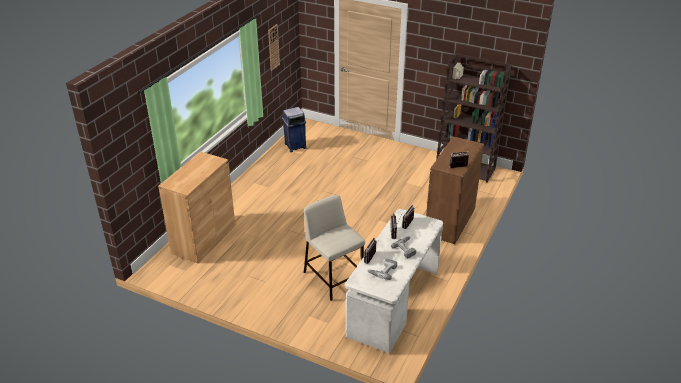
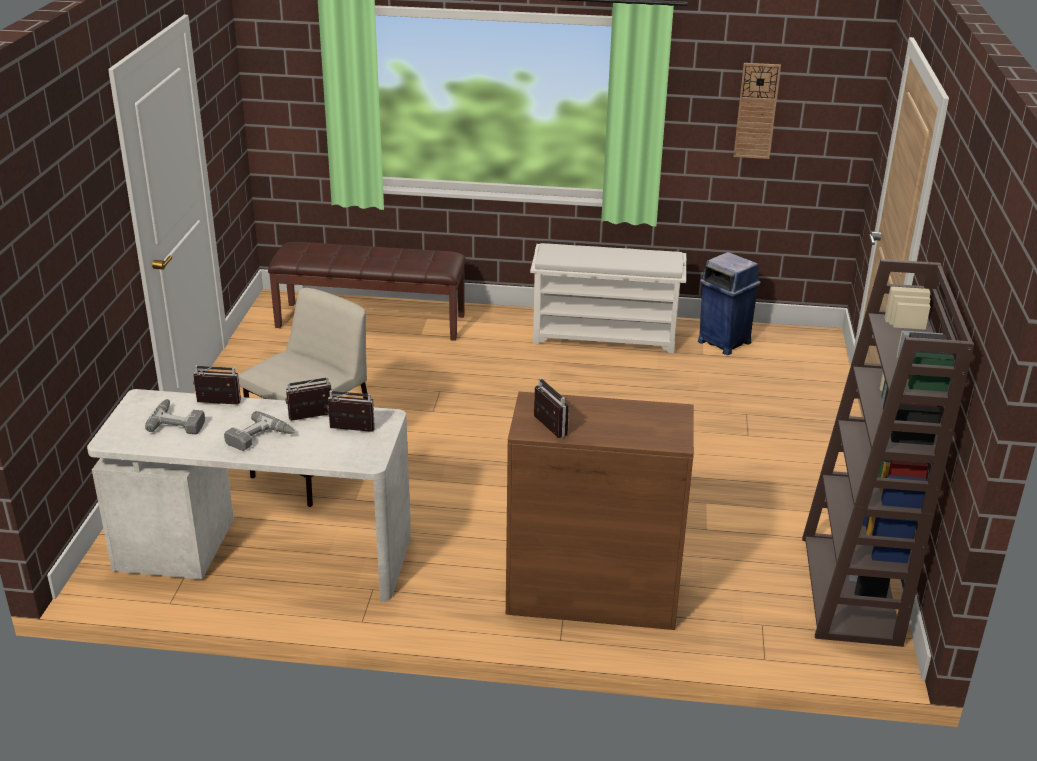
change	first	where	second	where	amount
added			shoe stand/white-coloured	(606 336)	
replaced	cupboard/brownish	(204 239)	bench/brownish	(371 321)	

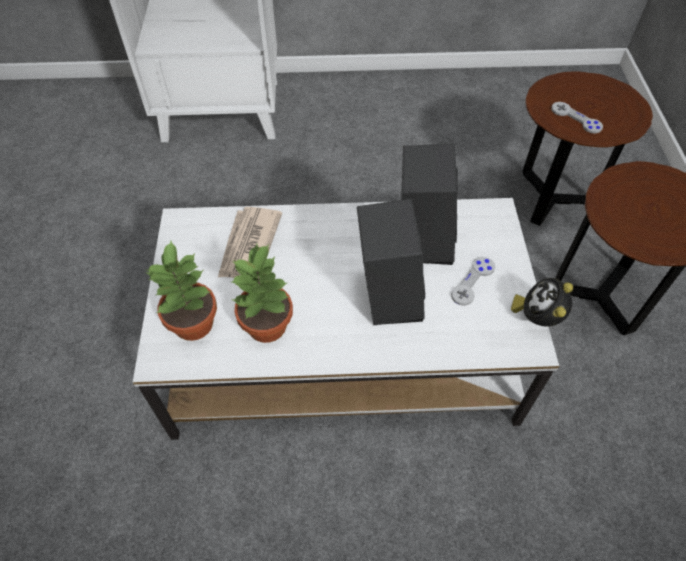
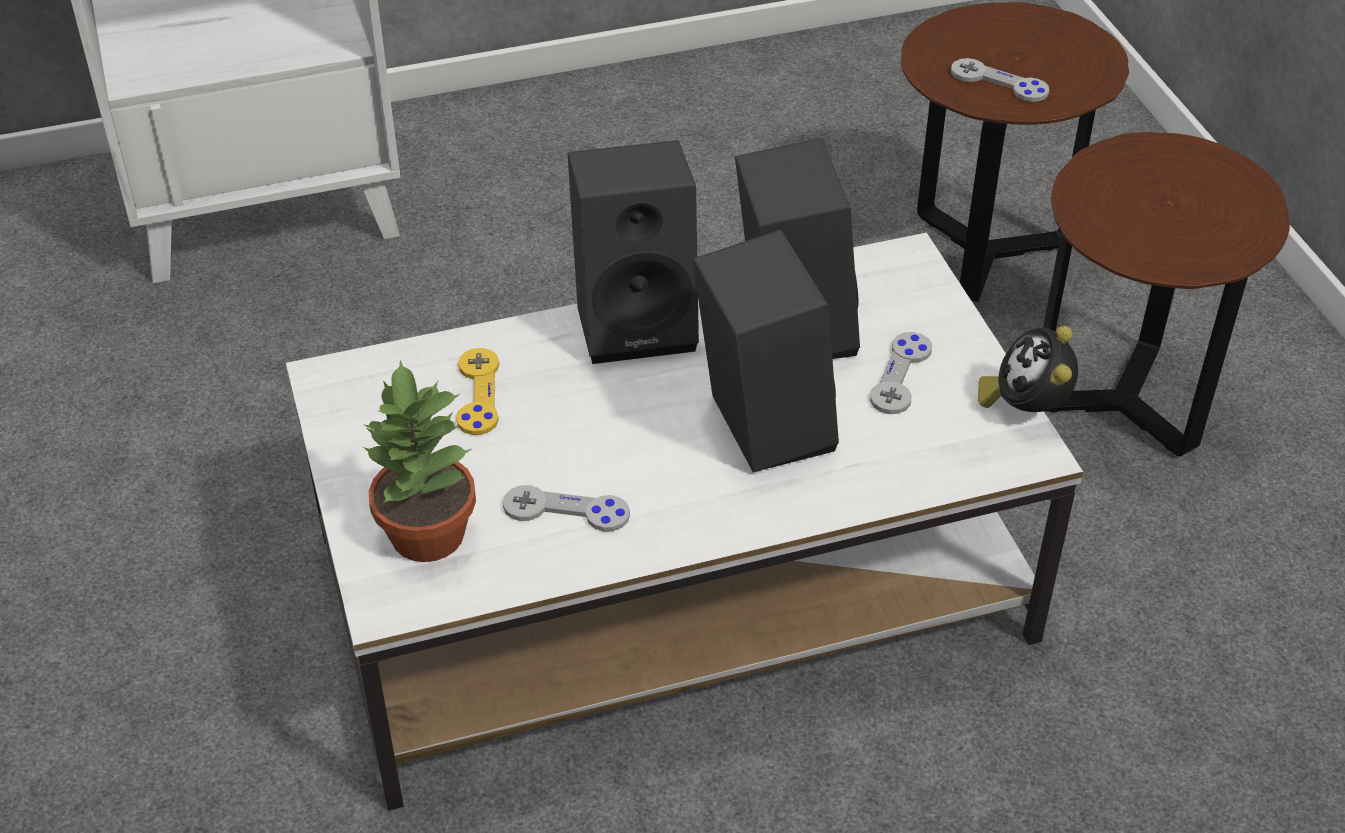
change	first	where	second	where	amount
added			audio speaker/blackish	(638 321)	
replaced	newspaper	(248 246)	game controller/yellow	(478 393)	
replaced	potted plant	(268 326)	game controller/grey	(566 511)	

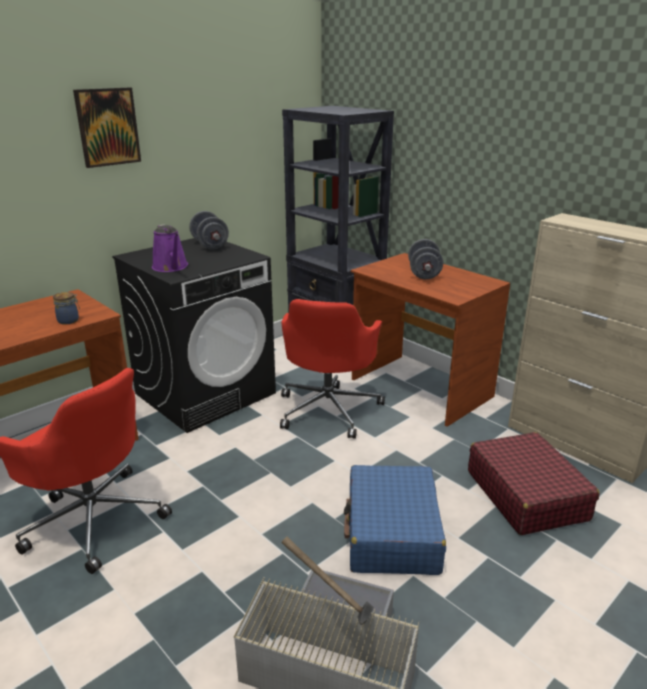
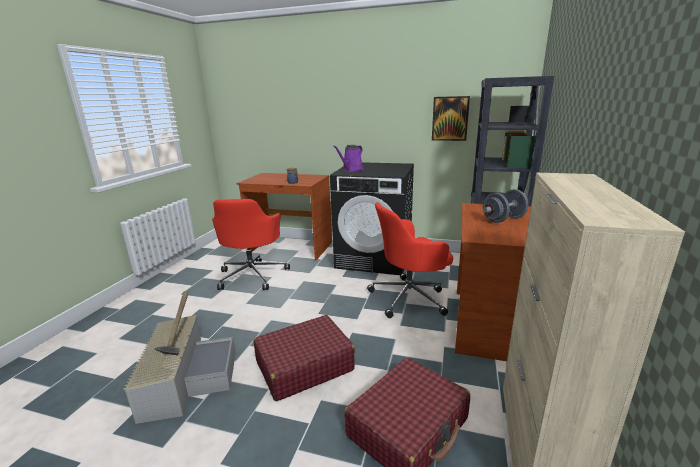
change	first	where	second	where	amount
removed	dumbbell/grey	(210 245)			
moved	wall picture	(107 127)		(450 118)	
recoloured	suitcase/bluish	(392 532)	suitcase/red-coloured	(304 366)	

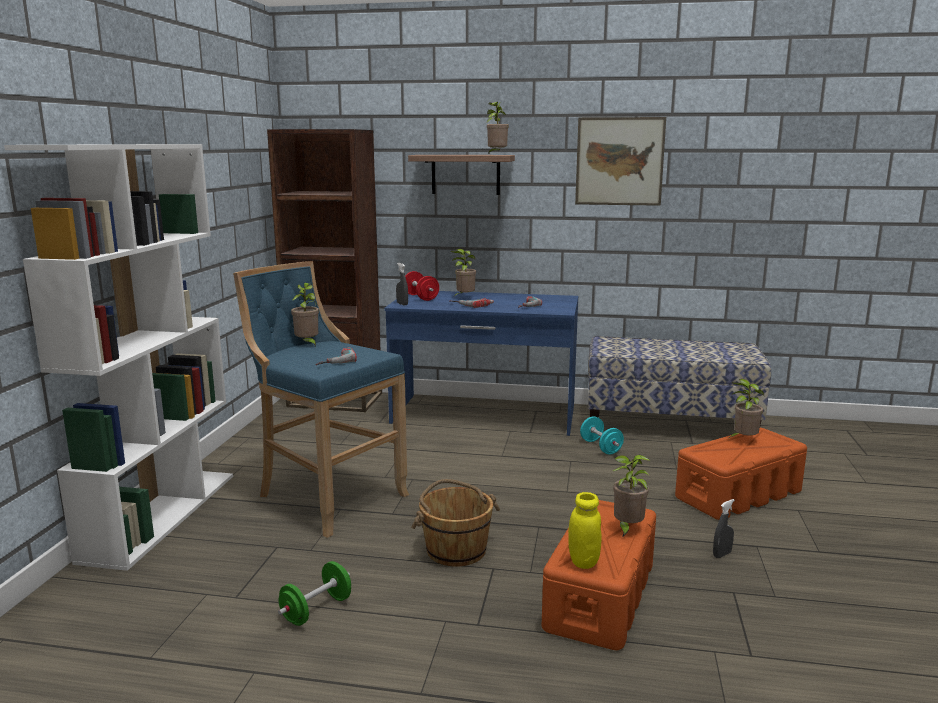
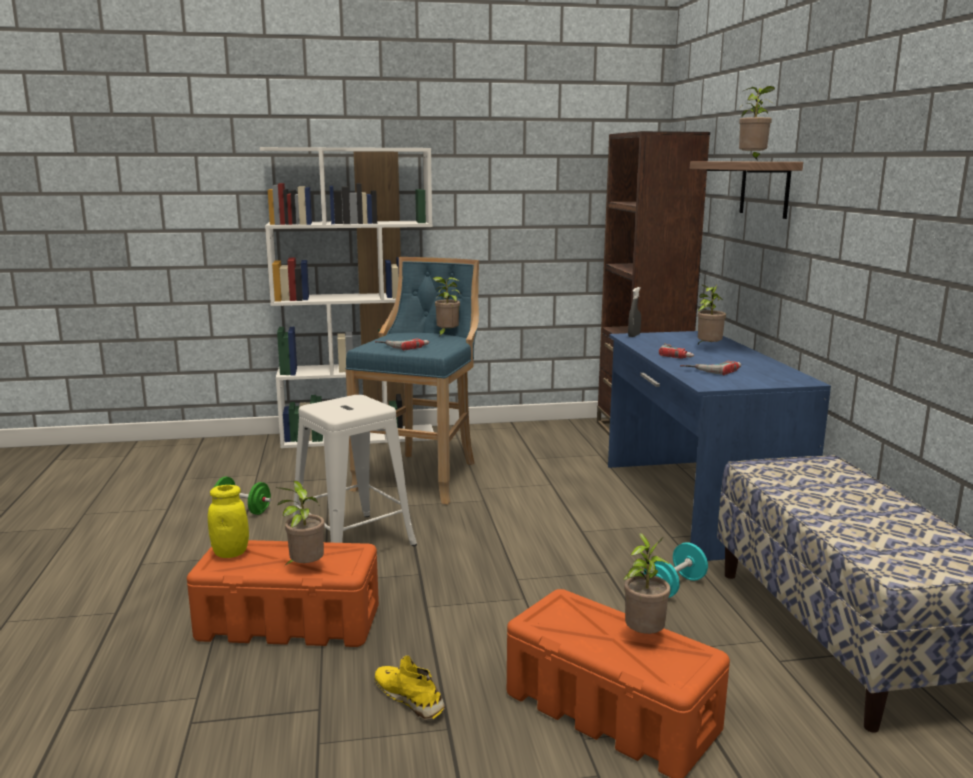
change	first	where	second	where	amount
removed	dumbbell/red-coloured	(420 297)			
removed	wall picture	(619 161)			
replaced	water bucket/brownish	(455 549)	stool seat/white-coloured	(352 542)	
replaced	sprayer/grey	(722 554)	low shoe/yellow	(410 698)	

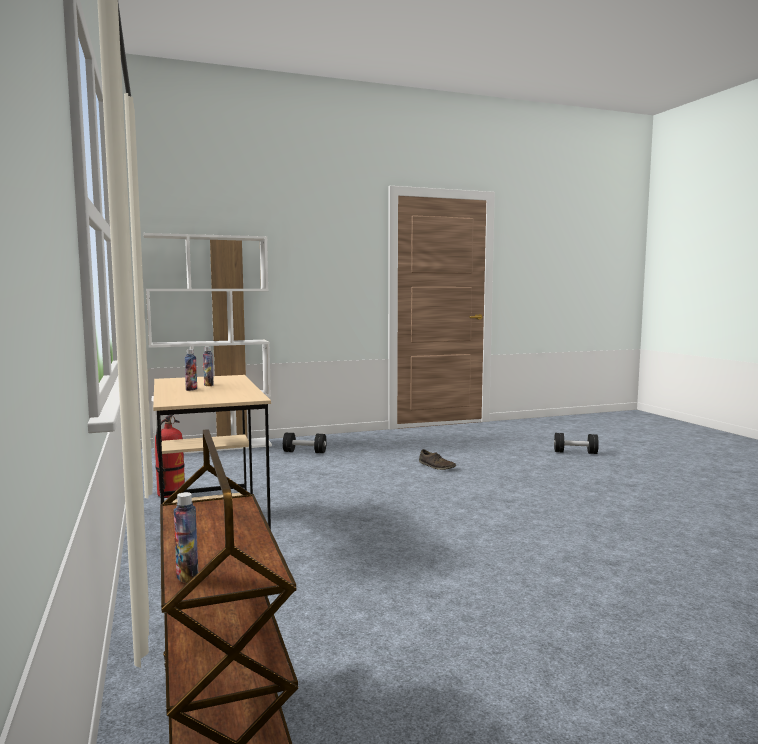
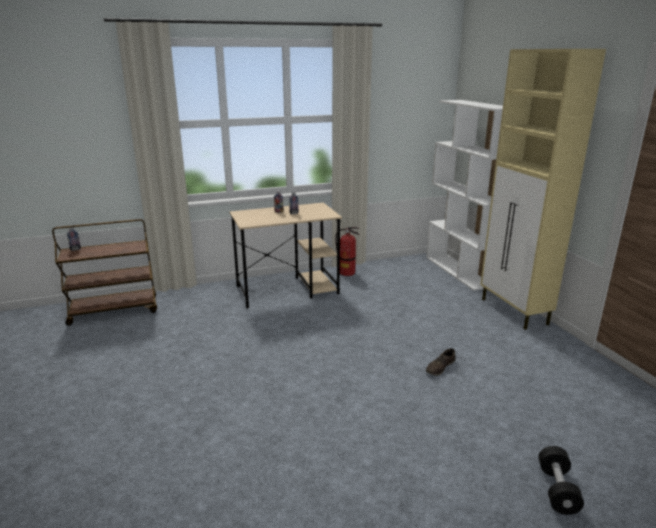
change	first	where	second	where	amount
removed	dumbbell/blackish	(304 452)			
added			cupboard/beige	(514 312)	

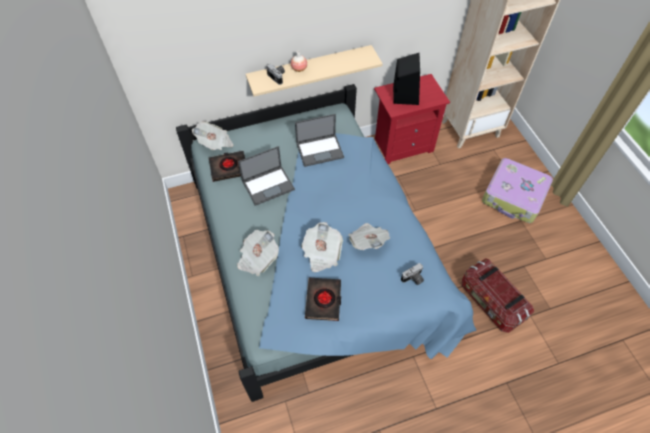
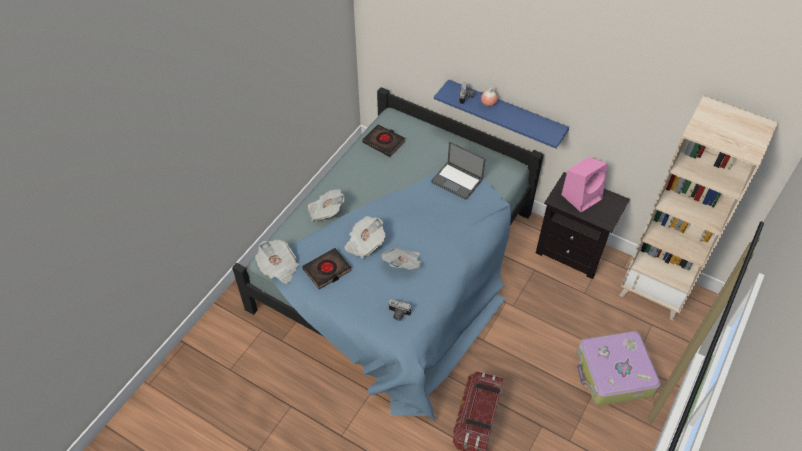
change	first	where	second	where	amount
removed	notebook computer	(268 185)			
moved	newspaper	(215 143)		(278 268)	
recoloured	shelf/beige	(310 70)	shelf/bluish	(505 113)	
recoloured	nightstand/red-coloured	(402 145)	nightstand/blackish	(572 251)	
recoloured	audio speaker/blackish	(405 94)	audio speaker/pink	(582 196)	

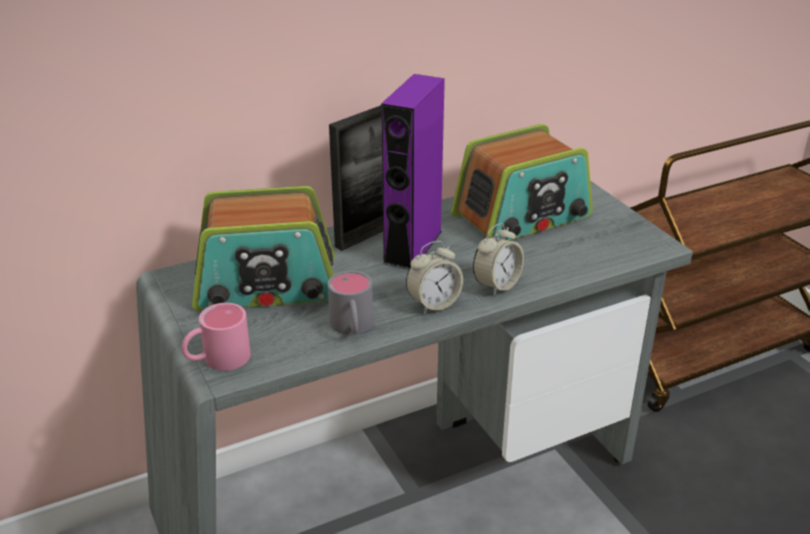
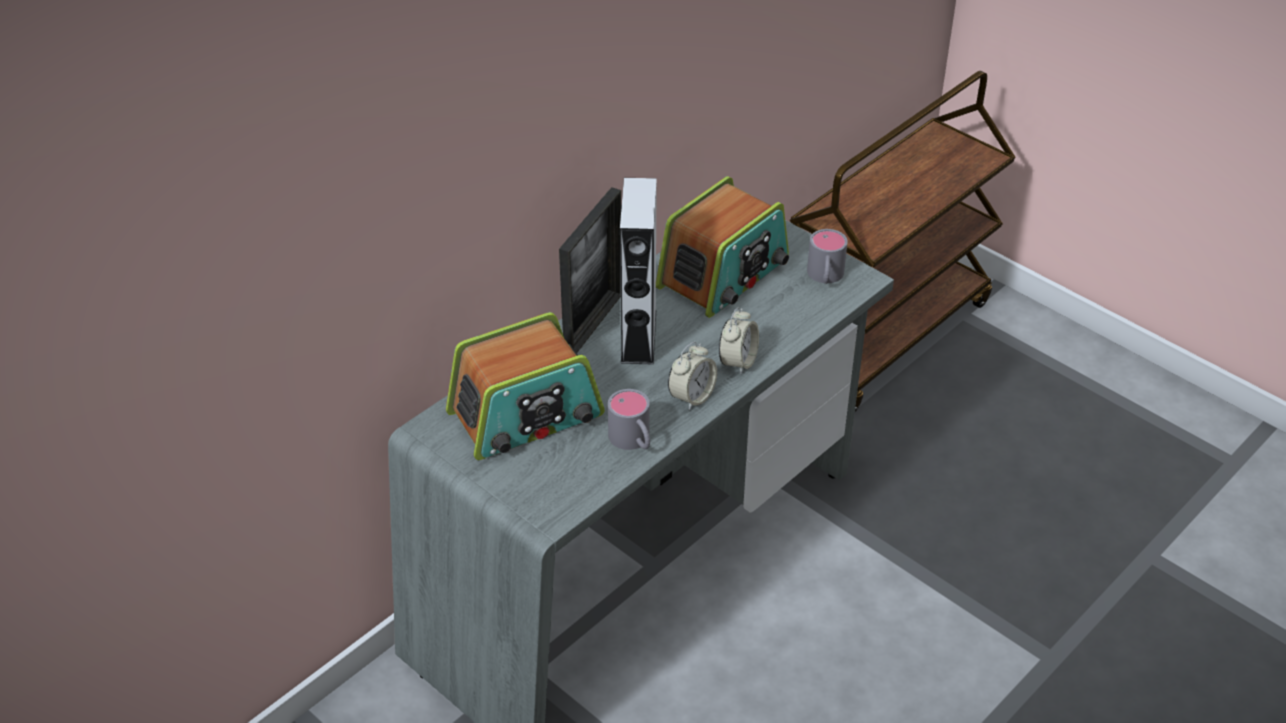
change	first	where	second	where	amount
removed	mug/pink	(217 360)			
added			mug/grey	(825 277)	
recoloured	audio speaker/purplish	(412 247)	audio speaker/grey	(638 336)	

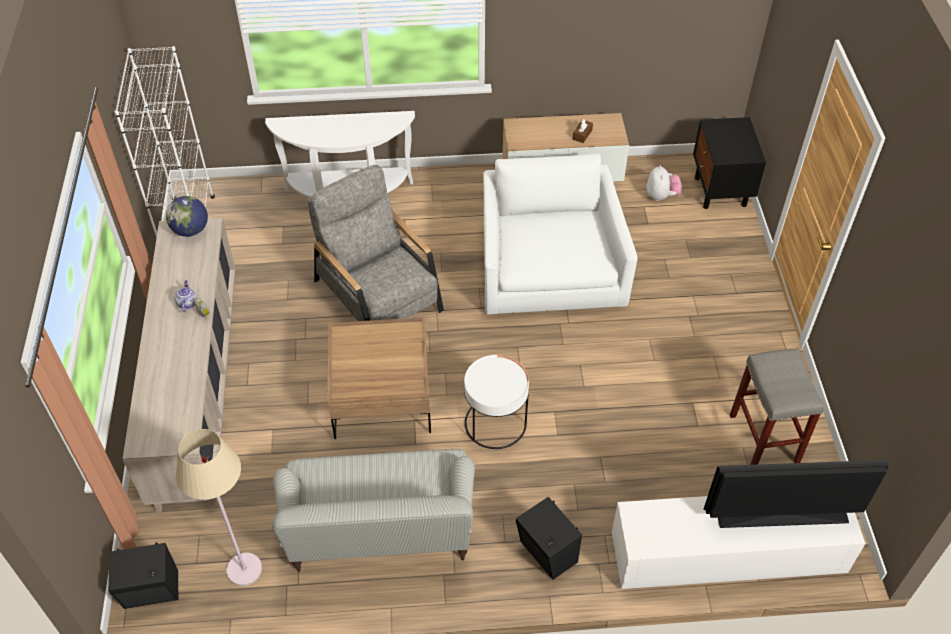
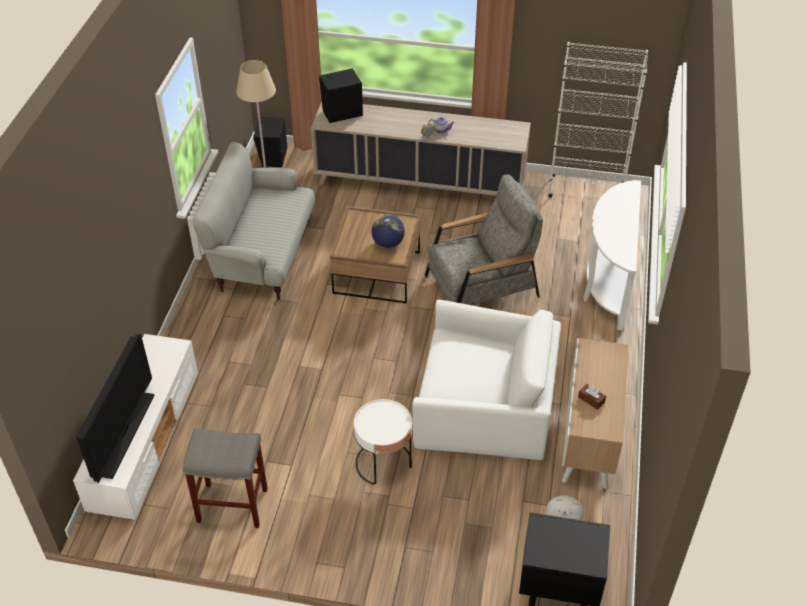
change	first	where	second	where	amount
moved	world globe	(191 230)		(388 243)	
moved	side table/white-coloured	(495 423)		(383 462)	
moved	audio speaker/blackish	(547 554)		(341 112)	

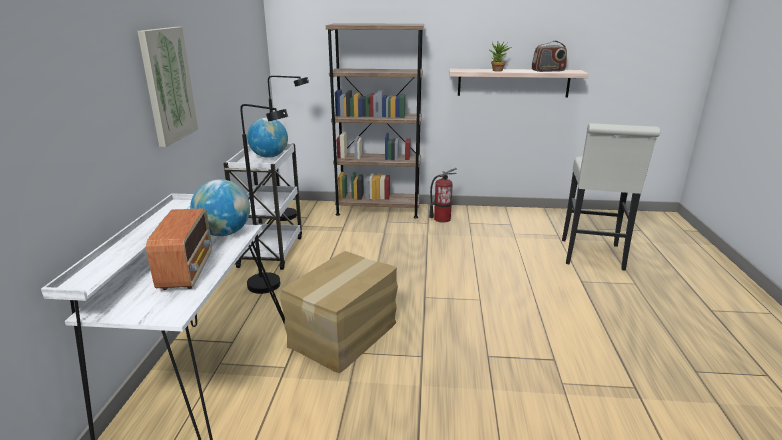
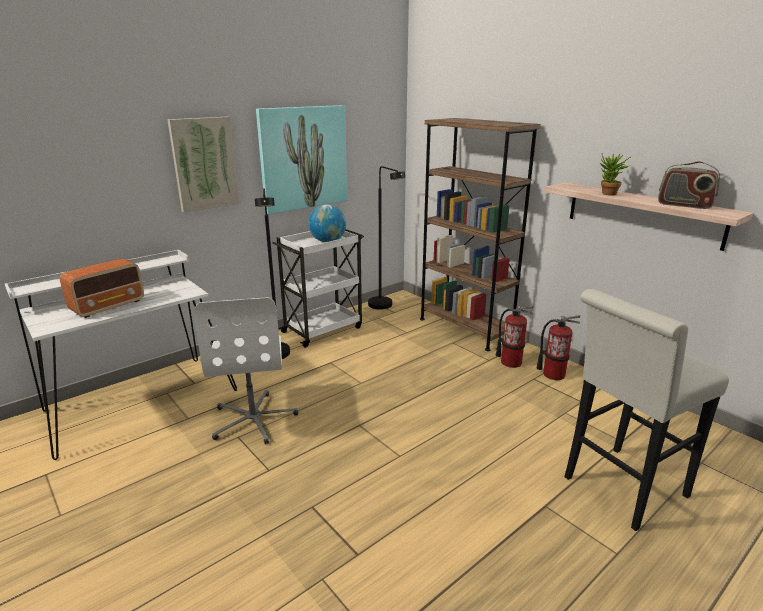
change	first	where	second	where	amount
removed	world globe	(224 233)			
added			wall picture	(303 158)	
added			extinguisher	(553 374)	
replaced	cardboard box	(344 335)	desk chair/white-coloured	(254 419)	

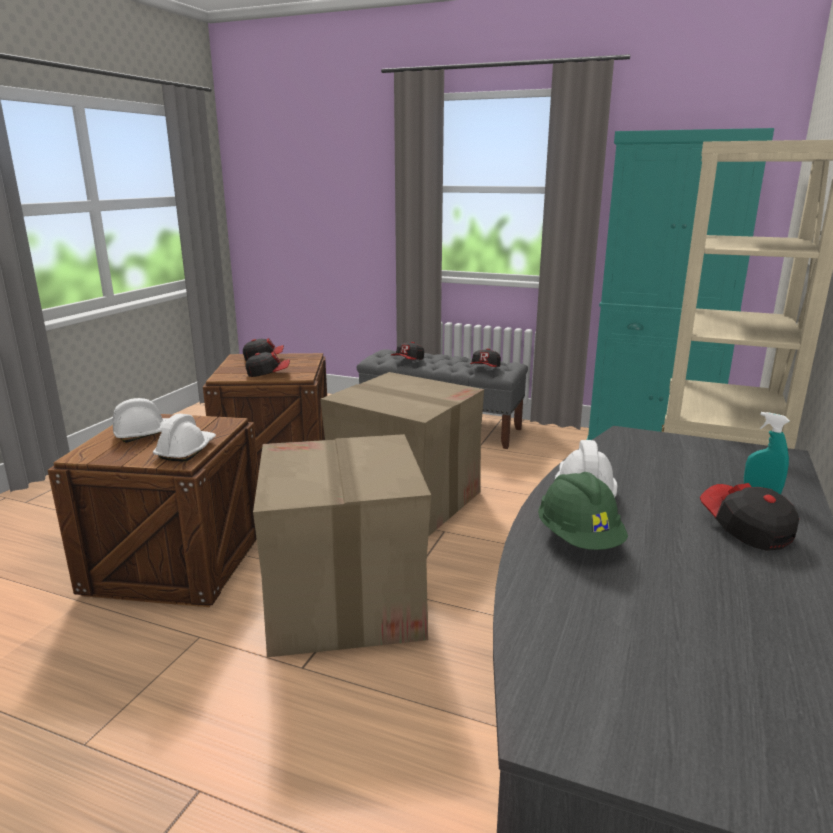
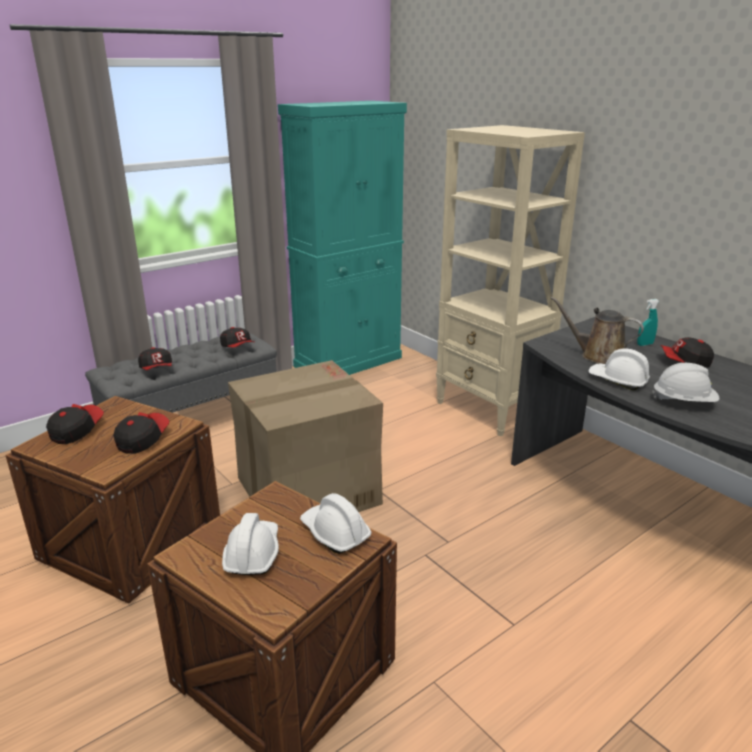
change	first	where	second	where	amount
removed	cardboard box	(344 601)			
added			watering pot/brownish	(598 356)	
recoloured	safety helmet/greenish	(579 539)	safety helmet/white-coloured	(683 402)	

